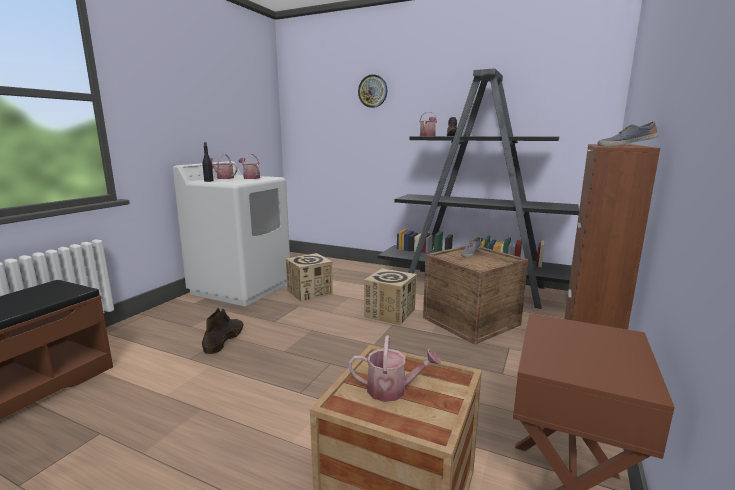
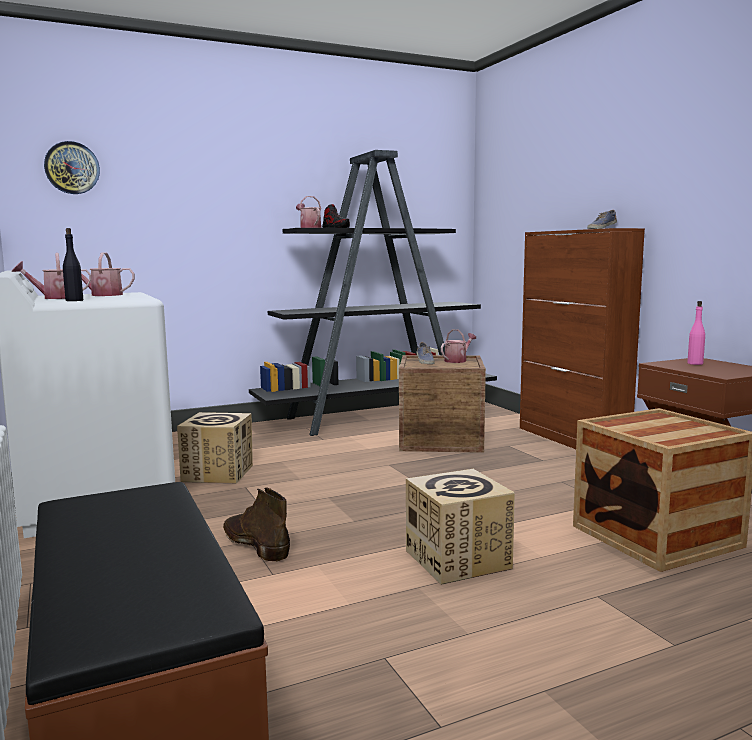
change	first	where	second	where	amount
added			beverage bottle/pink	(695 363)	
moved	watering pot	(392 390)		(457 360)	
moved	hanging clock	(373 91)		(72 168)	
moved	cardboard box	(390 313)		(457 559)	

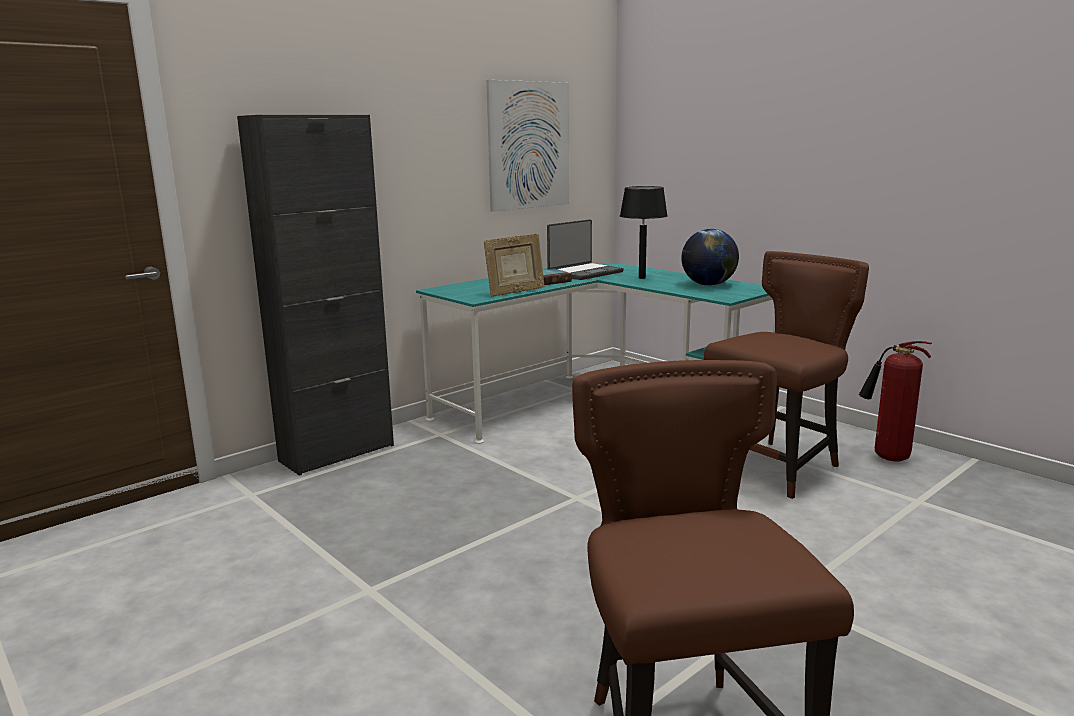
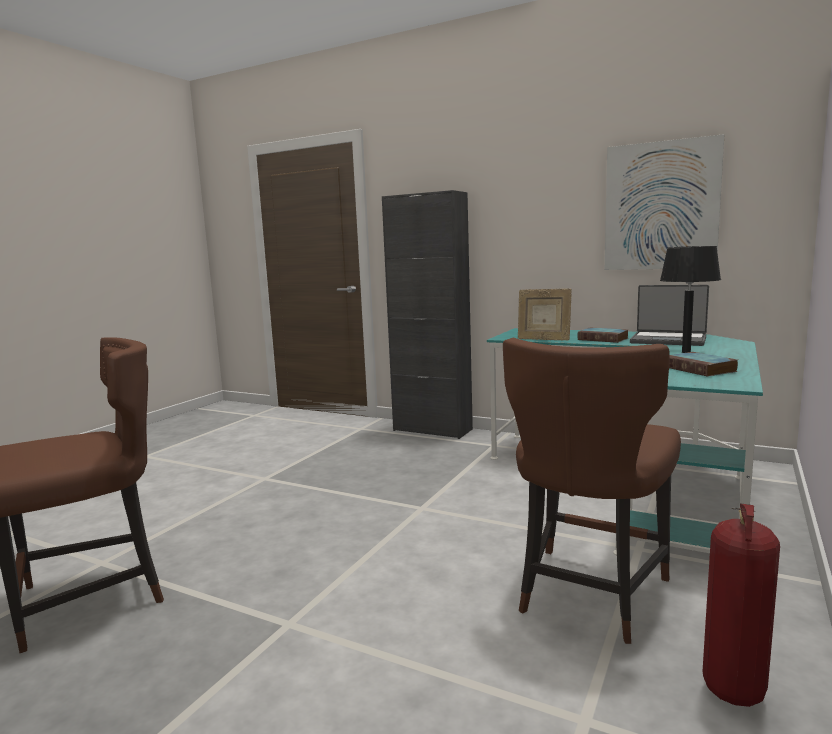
change	first	where	second	where	amount
replaced	world globe	(708 285)	volume	(701 369)	
turned	chair/brownish	(777 466)		(588 594)	90 degrees clockwise

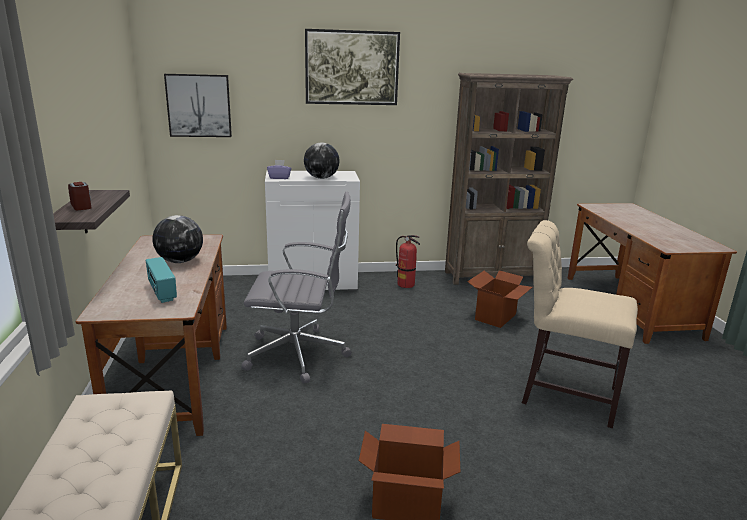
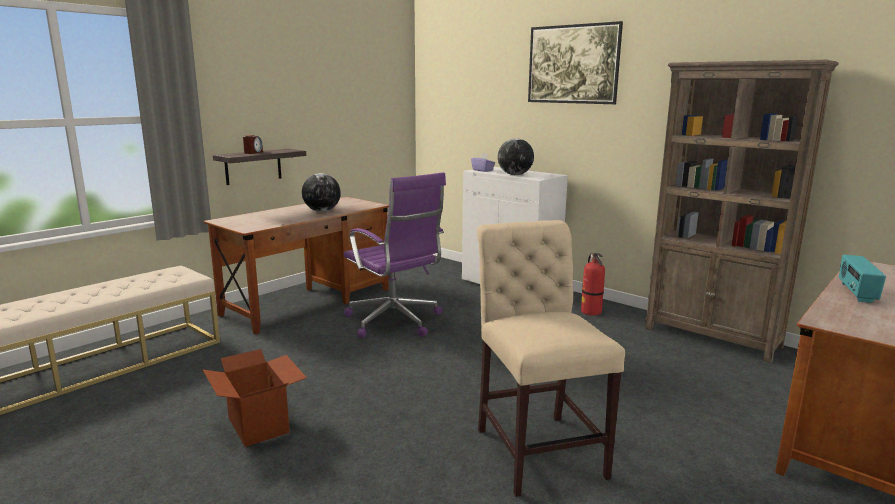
change	first	where	second	where	amount
removed	wall picture	(199 105)			
removed	cardboard box	(496 317)			
moved	radio set	(161 292)		(856 293)	
recoloured	desk chair/grey	(299 354)	desk chair/purplish	(395 321)	

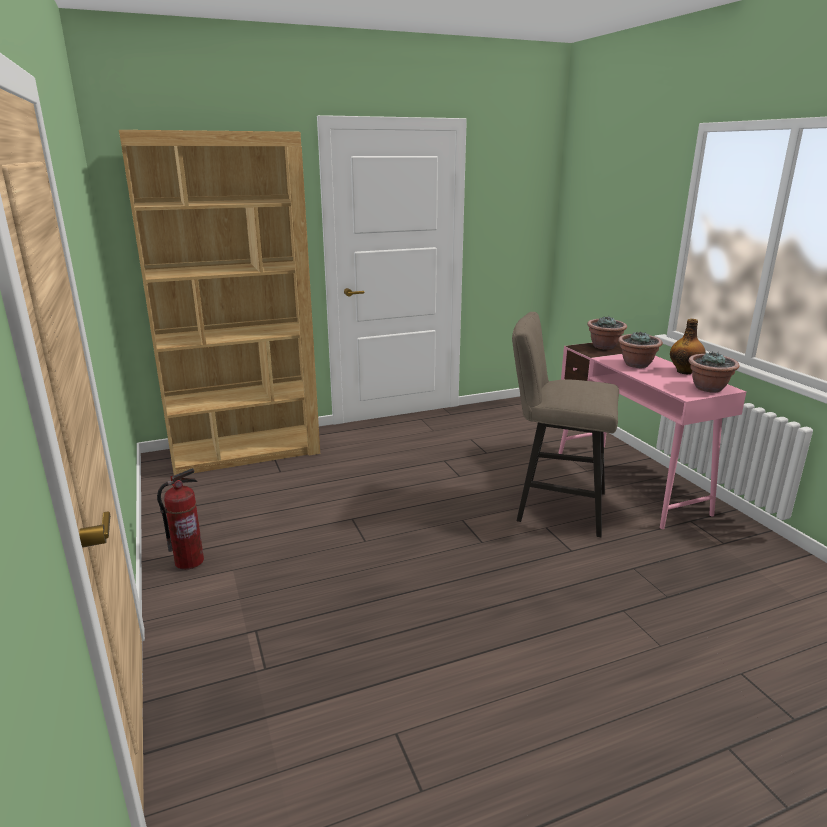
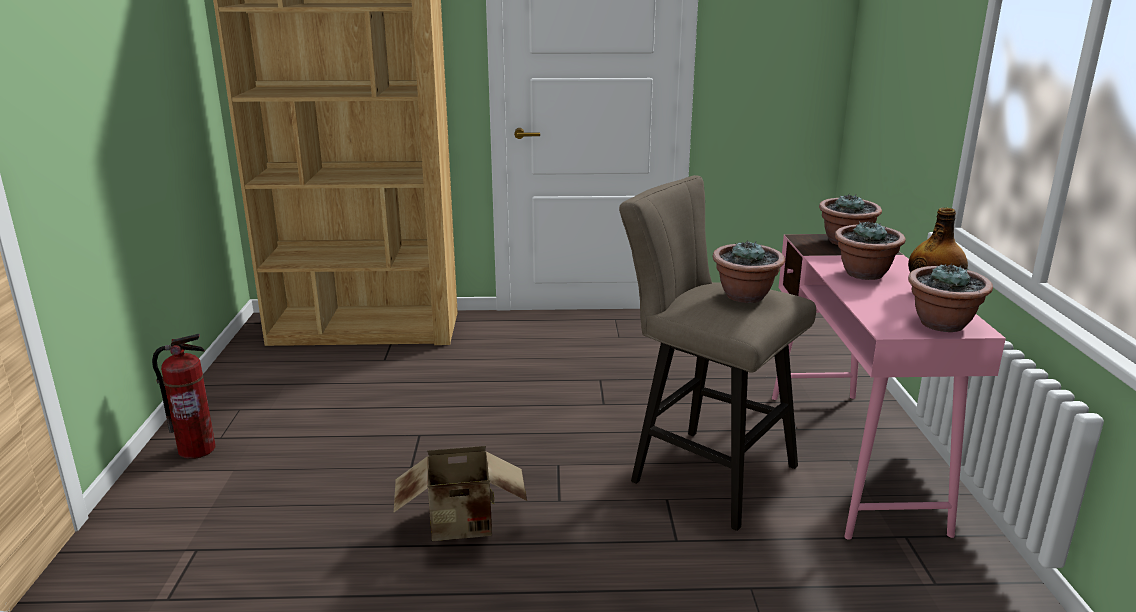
change	first	where	second	where	amount
added			cardboard box	(463 526)	
added			potted plant	(745 296)	

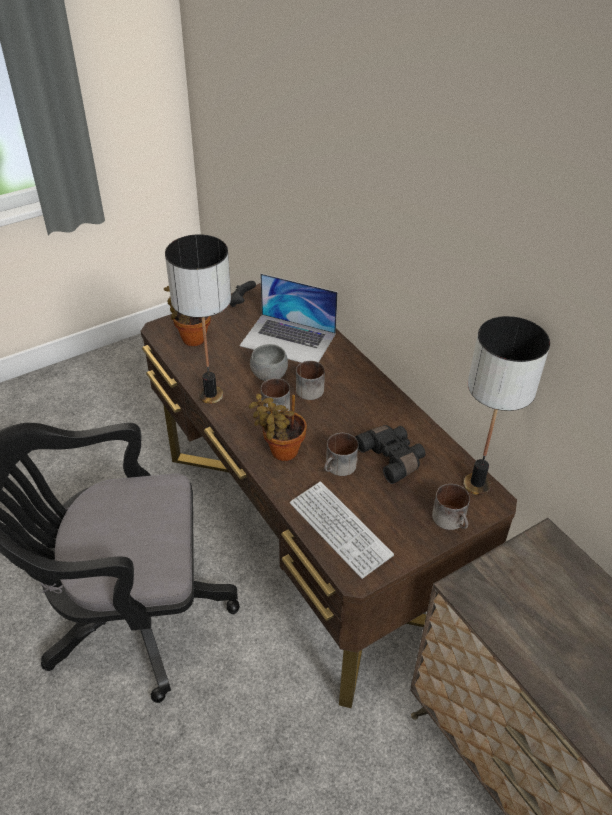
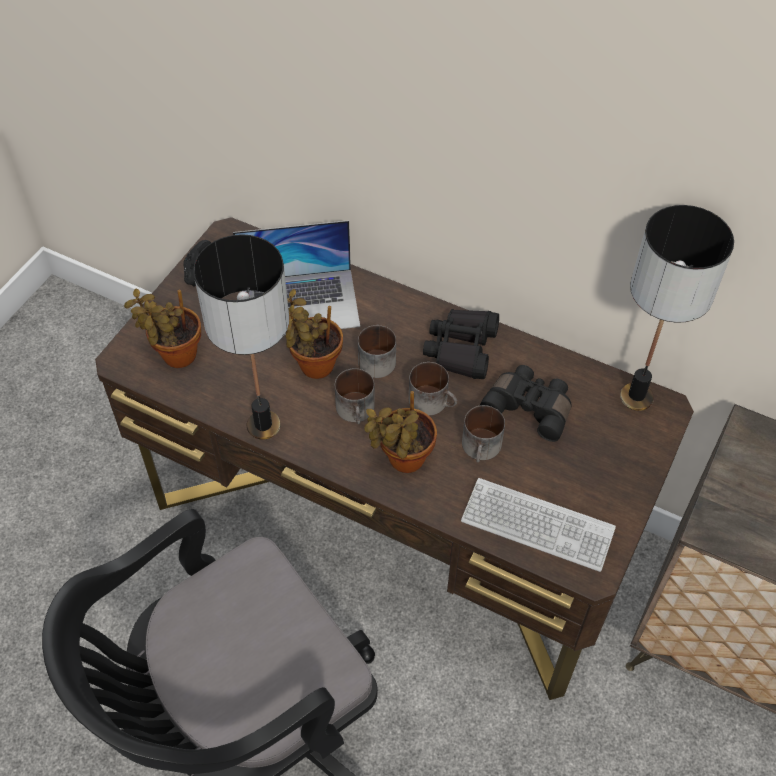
change	first	where	second	where	amount
added			binoculars/blackish	(461 349)	
moved	mug	(452 520)		(433 401)	
replaced	serving bowl/grey	(269 375)	potted plant	(313 364)	

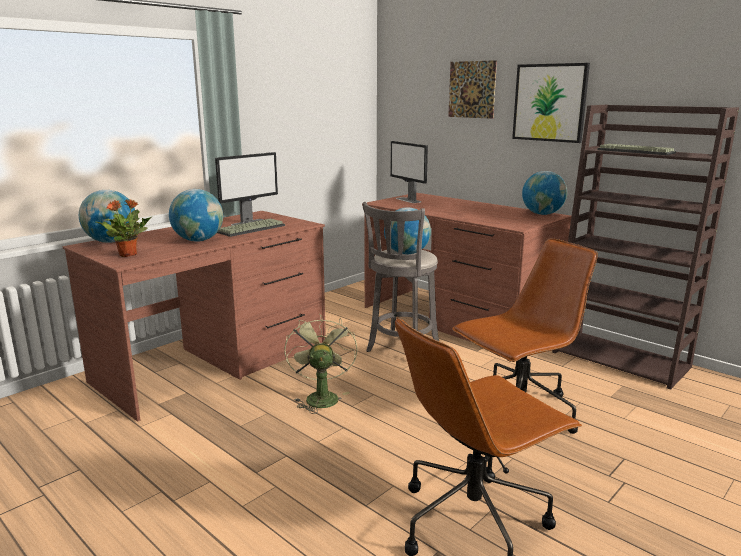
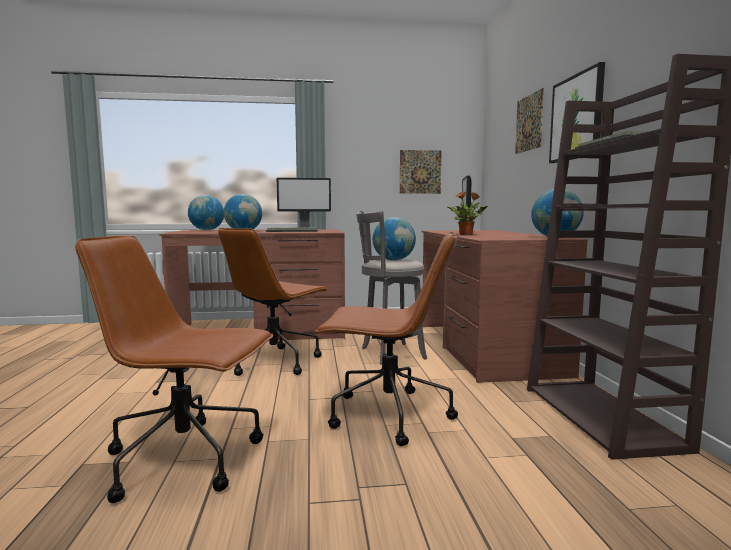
change	first	where	second	where	amount
added			wall picture	(420 172)	
moved	potted plant	(128 254)		(466 234)	
replaced	electric fan/greenish	(320 396)	desk chair/brownish	(275 361)	

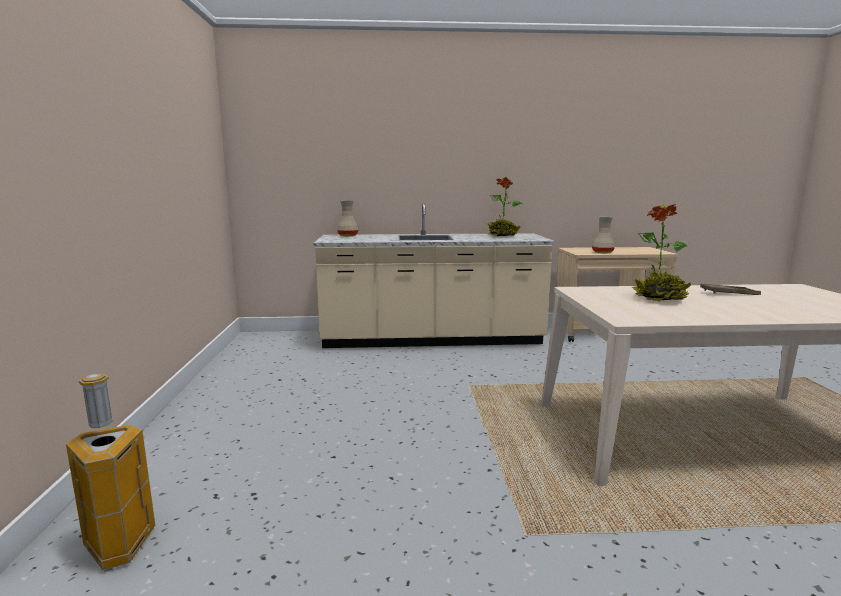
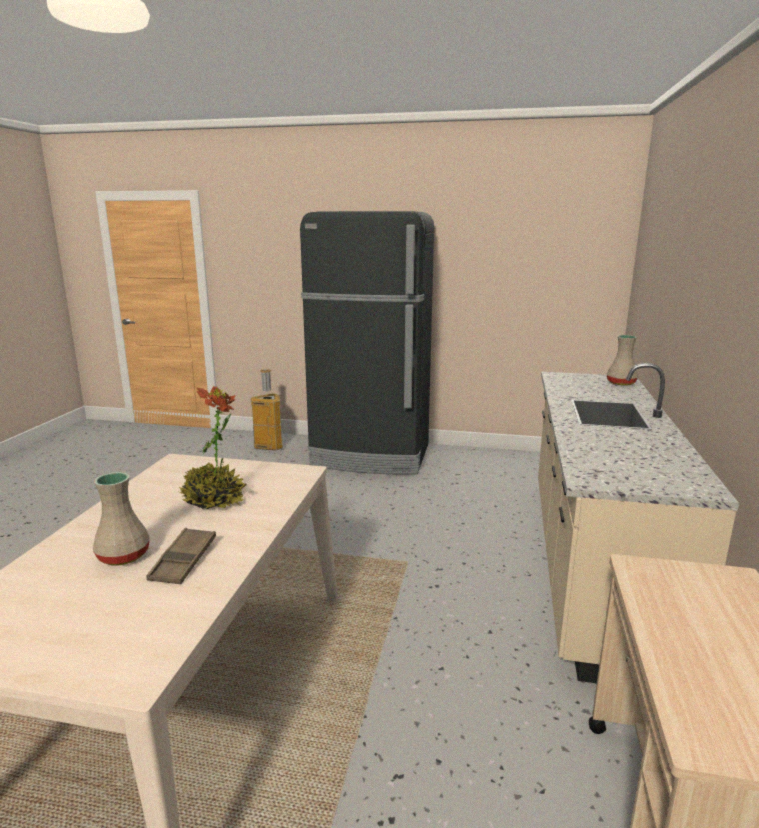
change	first	where	second	where	amount
removed	potted plant	(503 236)			
added			kitchen fridge/blackish	(371 456)	
moved	decorative vase/beige	(603 252)		(122 557)	

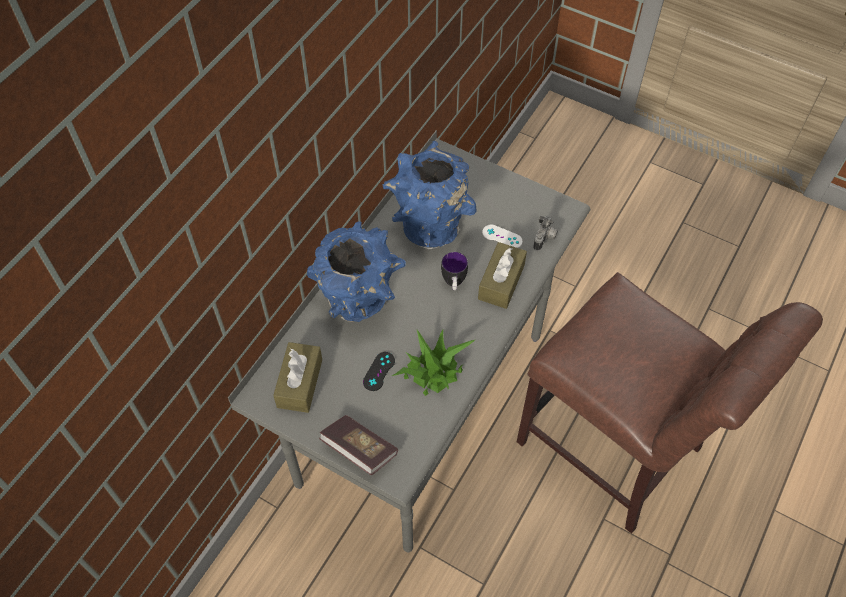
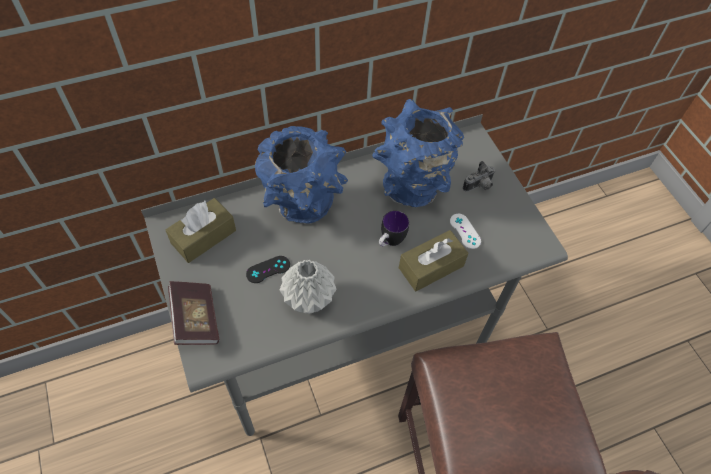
change	first	where	second	where	amount
moved	still camera	(545 239)		(479 186)	
replaced	potted plant	(432 370)	decorative vase/grey	(309 298)	

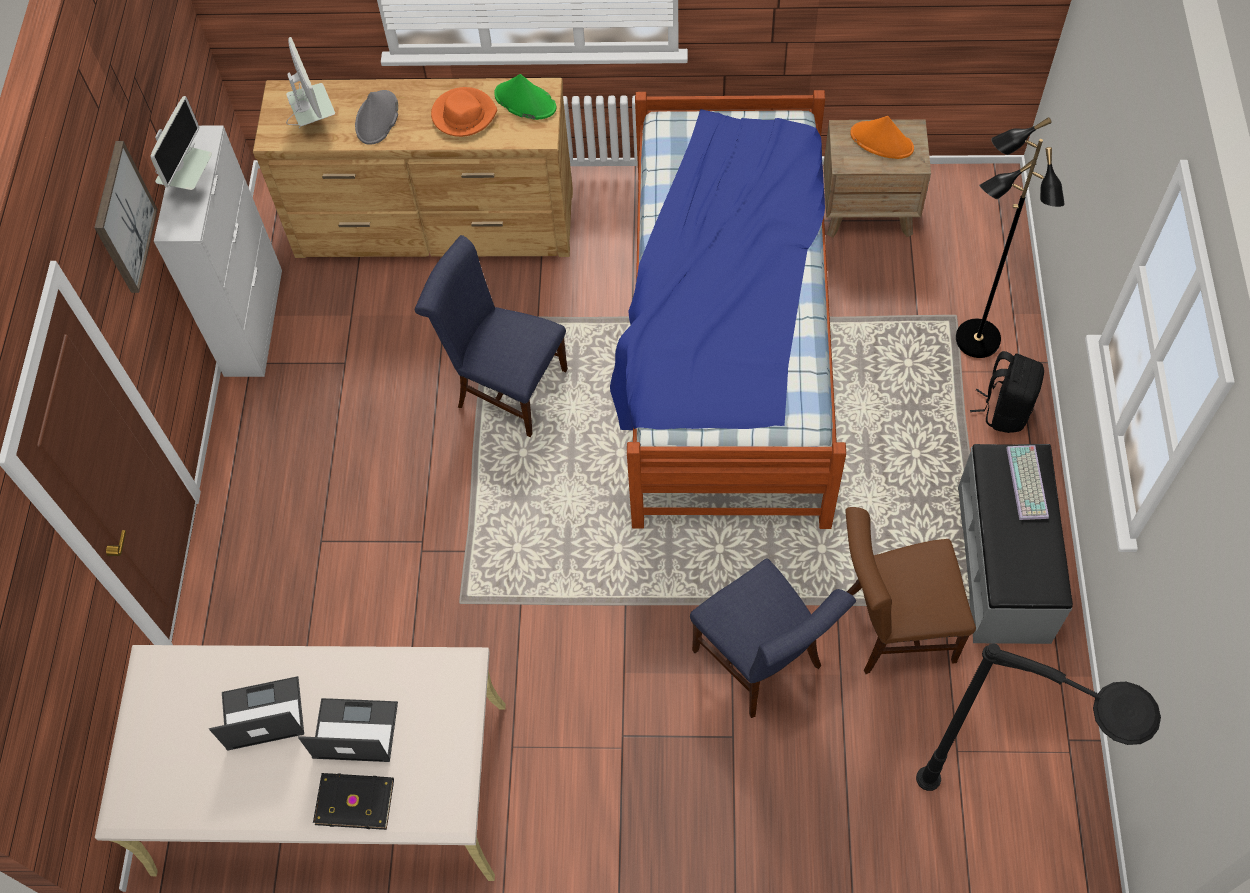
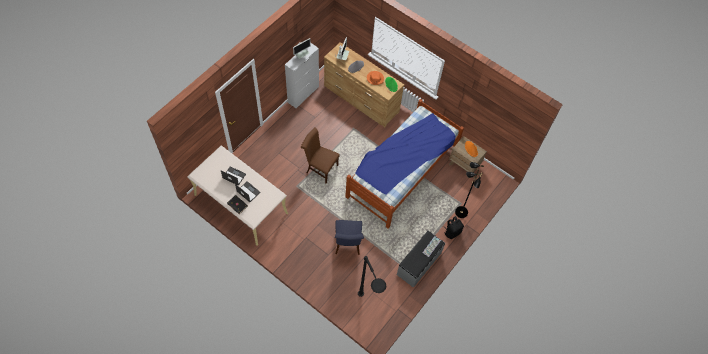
change	first	where	second	where	amount
removed	wall picture	(123 217)			
removed	chair/bluish	(505 387)			
moved	chair/brownish	(891 627)		(320 168)	

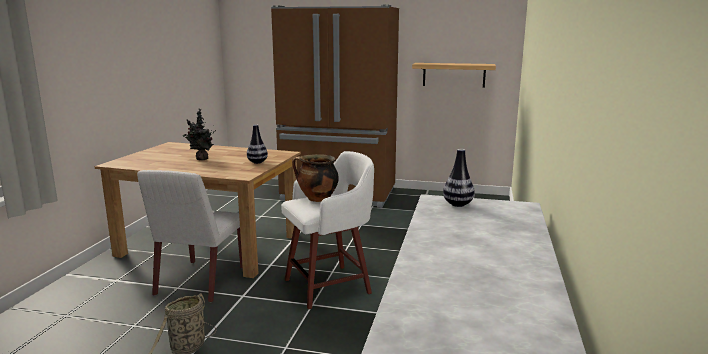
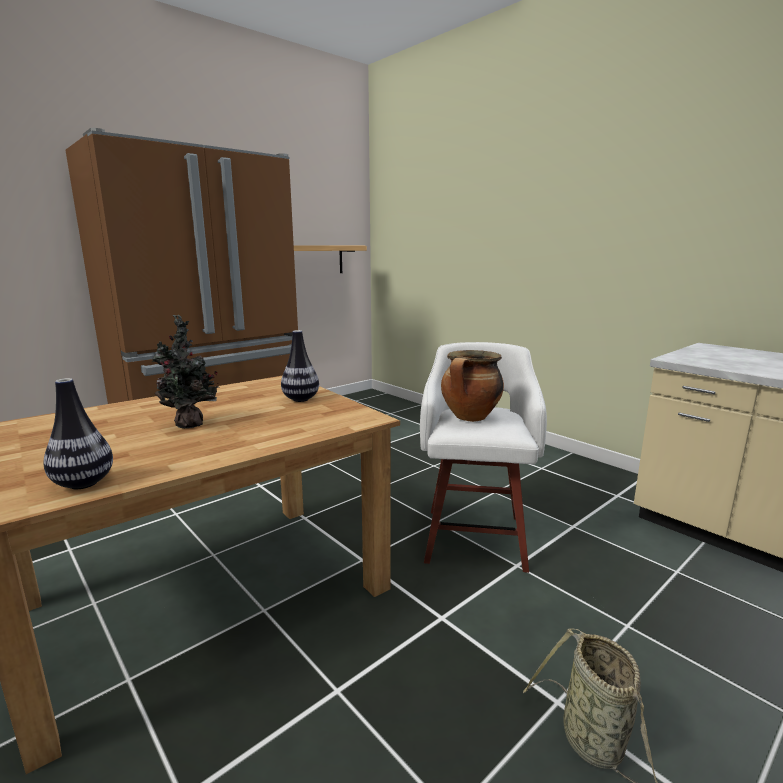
change	first	where	second	where	amount
removed	chair/white-coloured	(200 281)			
moved	decorative vase	(458 204)		(83 484)	

